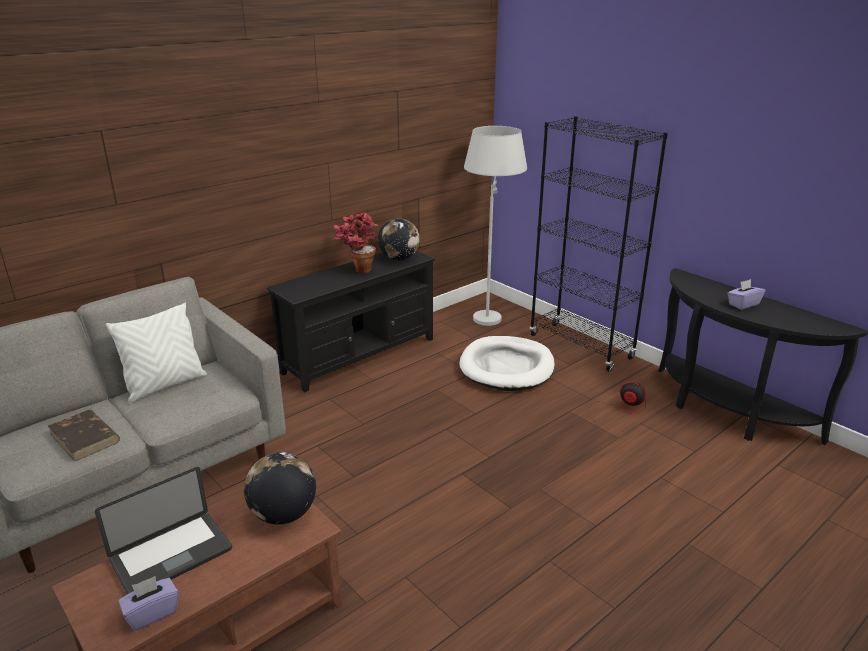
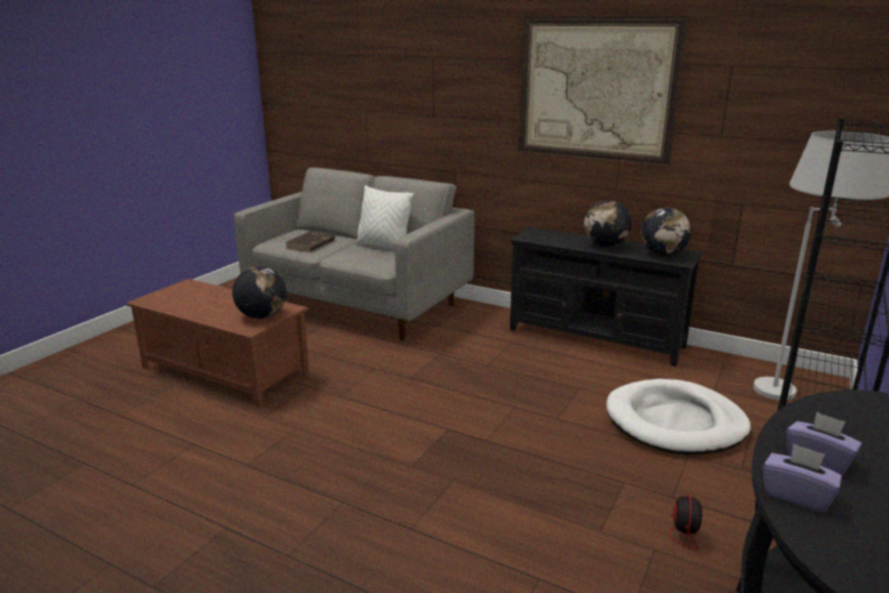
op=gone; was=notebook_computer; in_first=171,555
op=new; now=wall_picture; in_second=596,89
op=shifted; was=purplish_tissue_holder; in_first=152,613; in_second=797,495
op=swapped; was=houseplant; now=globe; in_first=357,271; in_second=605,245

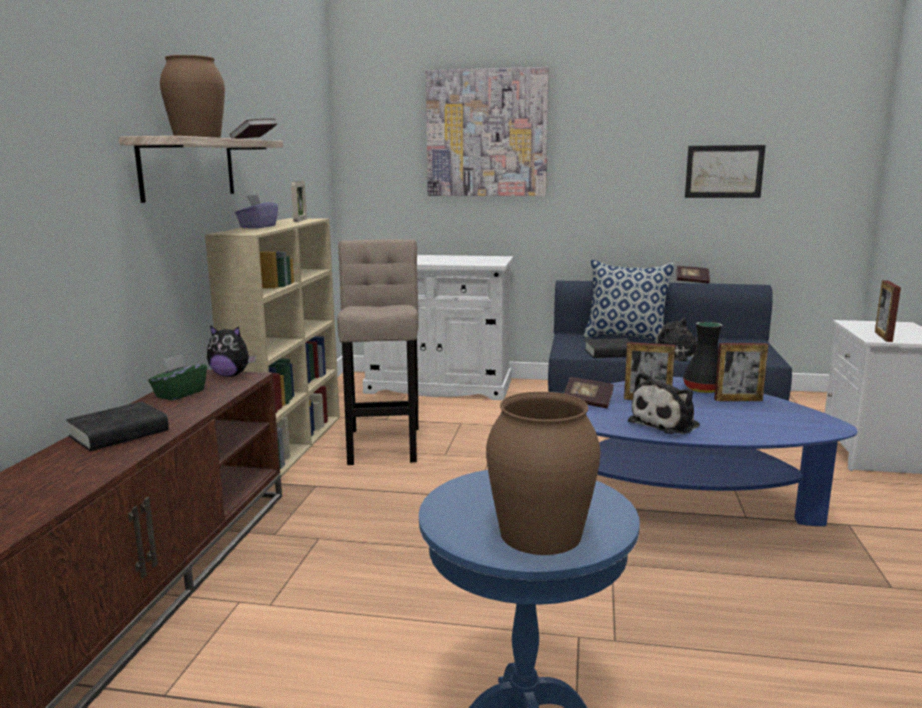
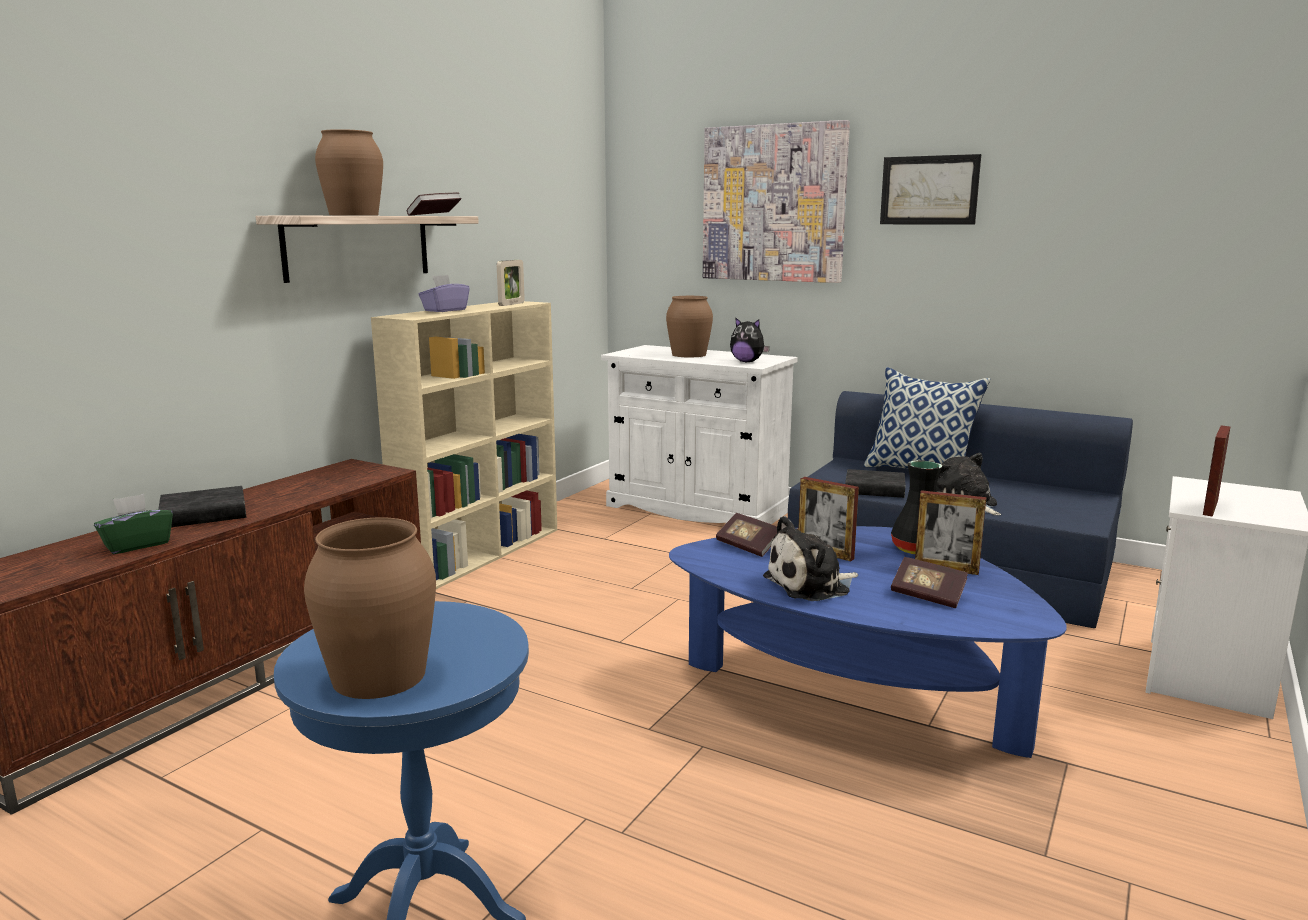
op=gone; was=beige-coloured_sitting_stool; in_first=384,443
op=new; now=brown-coloured_vase; in_second=688,355
op=shifted; was=green_tissue_holder; in_first=180,394; in_second=137,545
op=shifted; was=soft_toy; in_first=231,375; in_second=747,362
op=shifted; was=volume; in_first=692,281; in_second=927,596
op=shifted; was=wall_picture; in_first=724,171; in_second=929,190

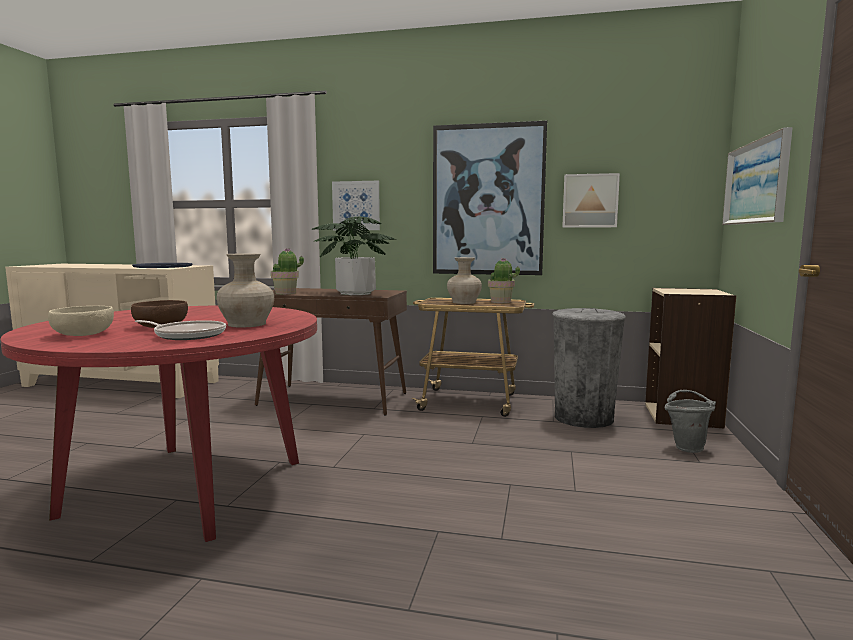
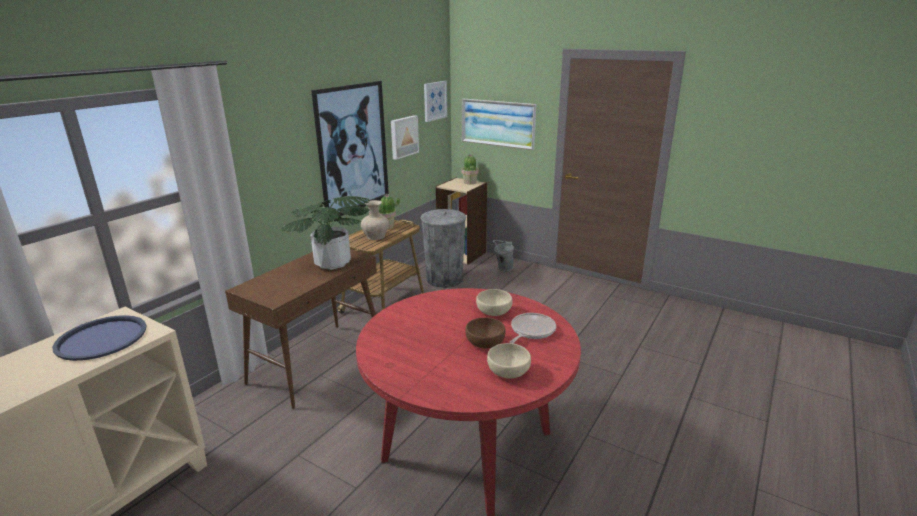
op=shifted; was=houseplant; in_first=286,293; in_second=470,182
op=shifted; was=wall_picture; in_first=356,206; in_second=434,101
op=swapped; was=beige-coloured_vase; now=beige-coloured_bowl; in_first=246,324; in_second=493,311

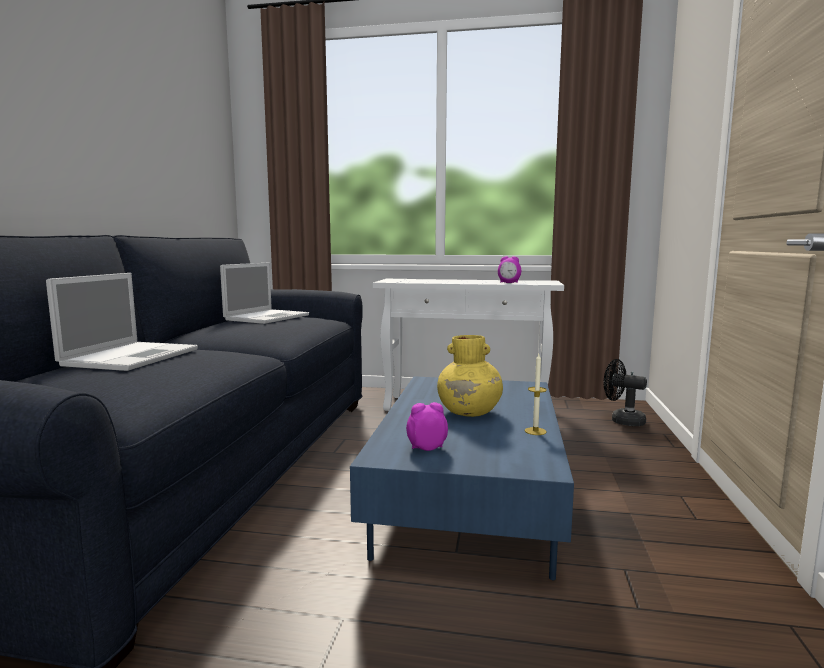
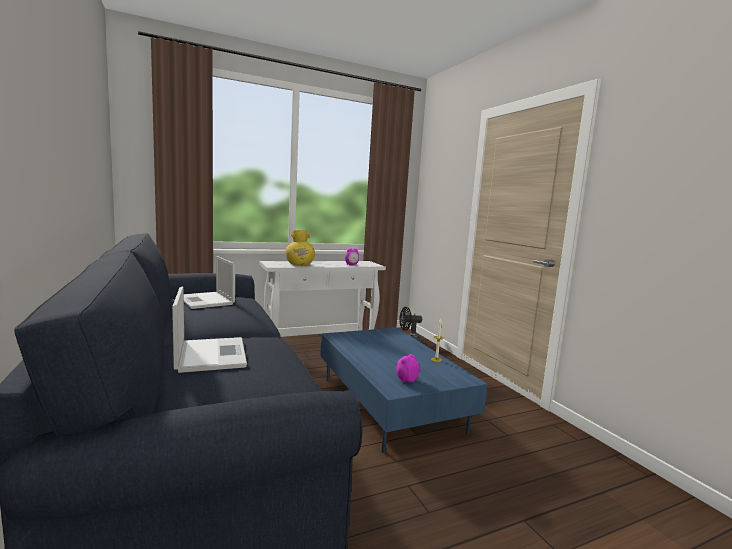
op=shifted; was=yellow-coloured_vase; in_first=469,413; in_second=300,265
op=rotated; was=notebook_computer; in_first=268,317; in_second=206,301; clockwise=150

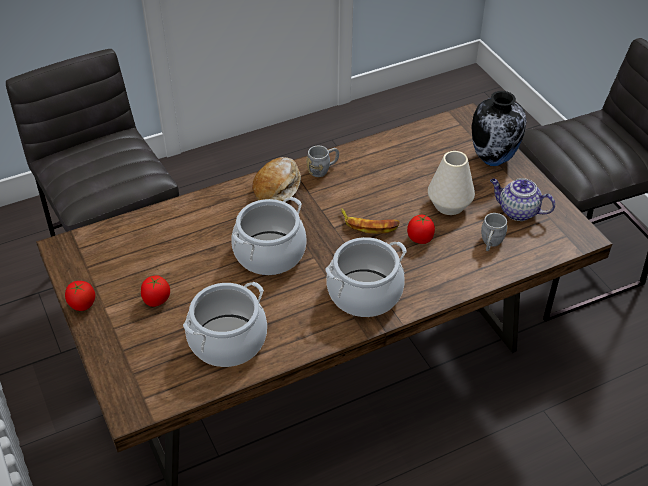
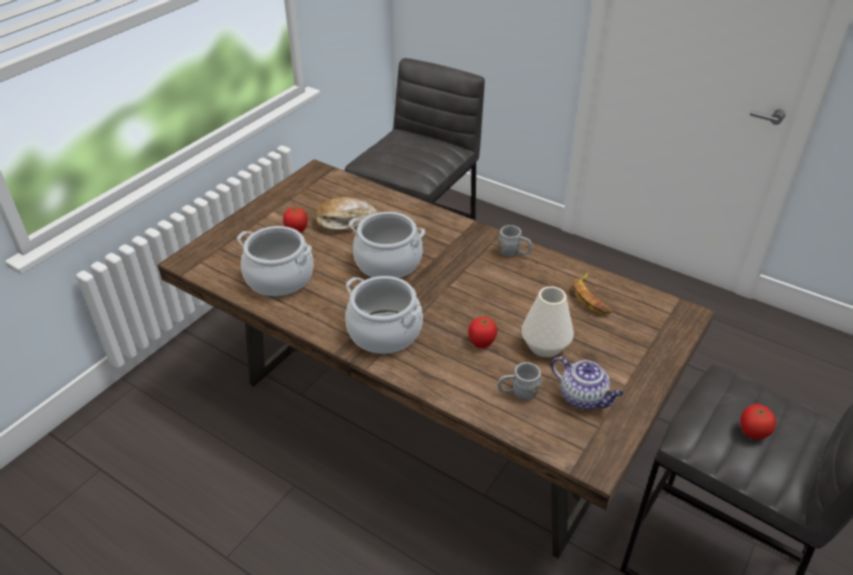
op=gone; was=vase; in_first=493,159
op=shifted; was=tomato; in_first=82,305; in_second=752,432
op=shifted; was=bakery_bread; in_first=277,187; in_second=345,221
op=shifted; was=whole_banana; in_first=369,224; in_second=591,298
op=rotated; was=pot_for_tea; in_first=517,211; in_second=584,398; clockwise=135

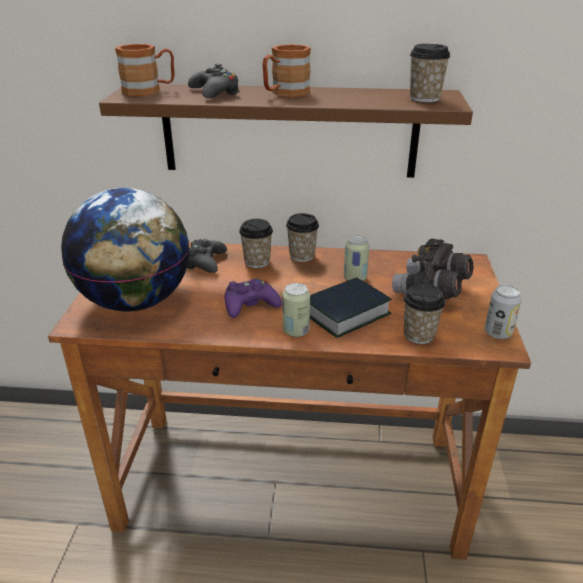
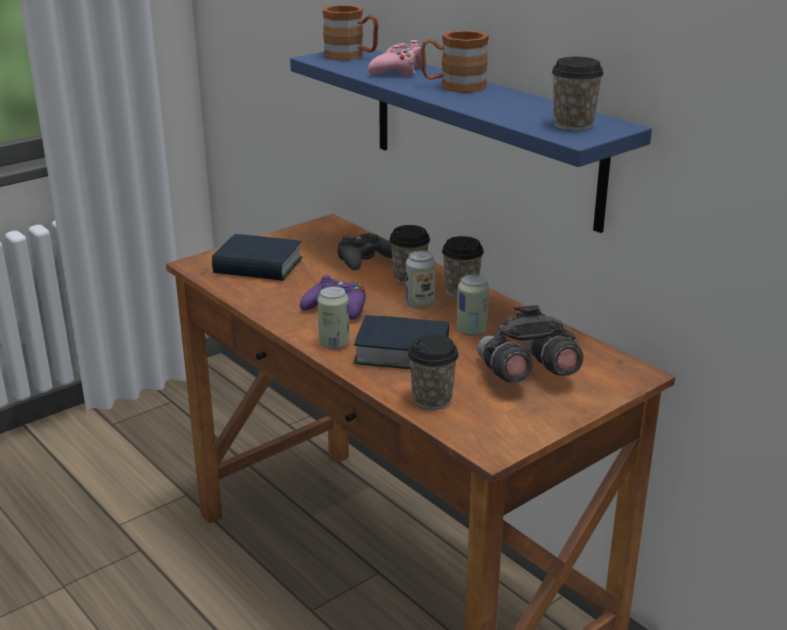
op=shifted; was=sealed_can; in_first=497,333; in_second=420,304
op=swapped; was=globe; now=volume; in_first=135,301; in_second=258,266
op=repainted; was=brown-coloured_wall_shelf; now=blue_wall_shelf; in_first=289,131; in_second=483,134
op=repainted; was=blackish_gamepad; now=pink_gamepad; in_first=215,92; in_second=398,70

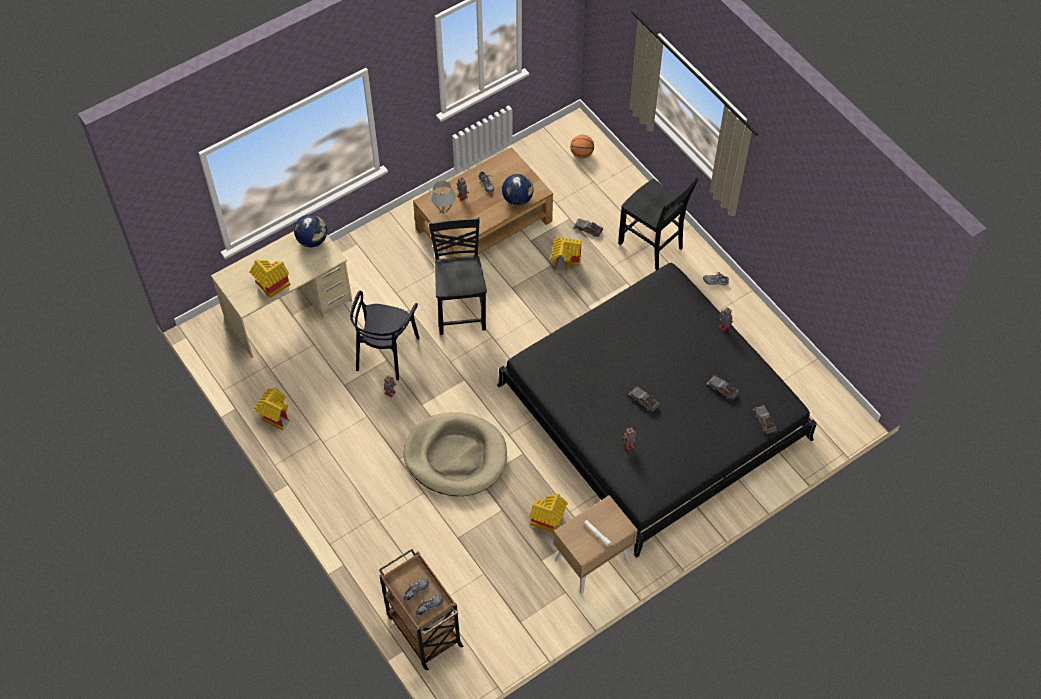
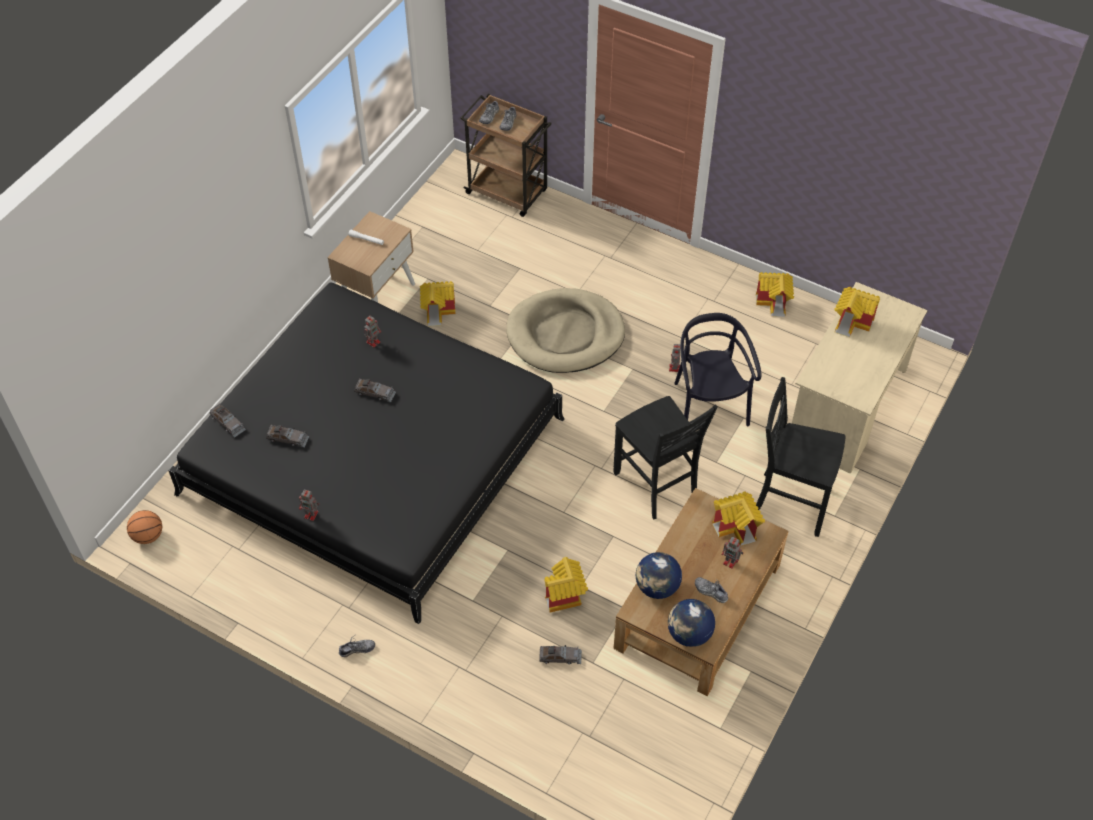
op=shifted; was=globe; in_first=312,240; in_second=689,634
op=shifted; was=ball_for_basketball; in_first=581,154; in_second=148,536
op=shifted; was=blackish_chair; in_first=652,246; in_second=790,502
op=swapped; was=white-coloured_tabletop_lamp; now=model_house; in_first=444,213; in_second=737,528

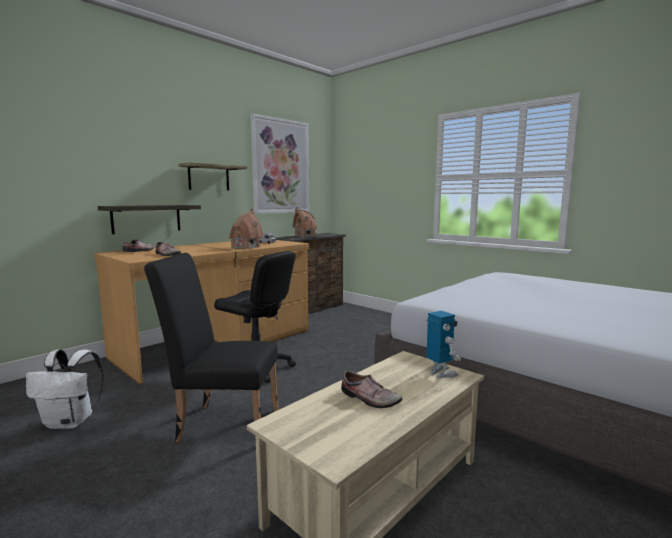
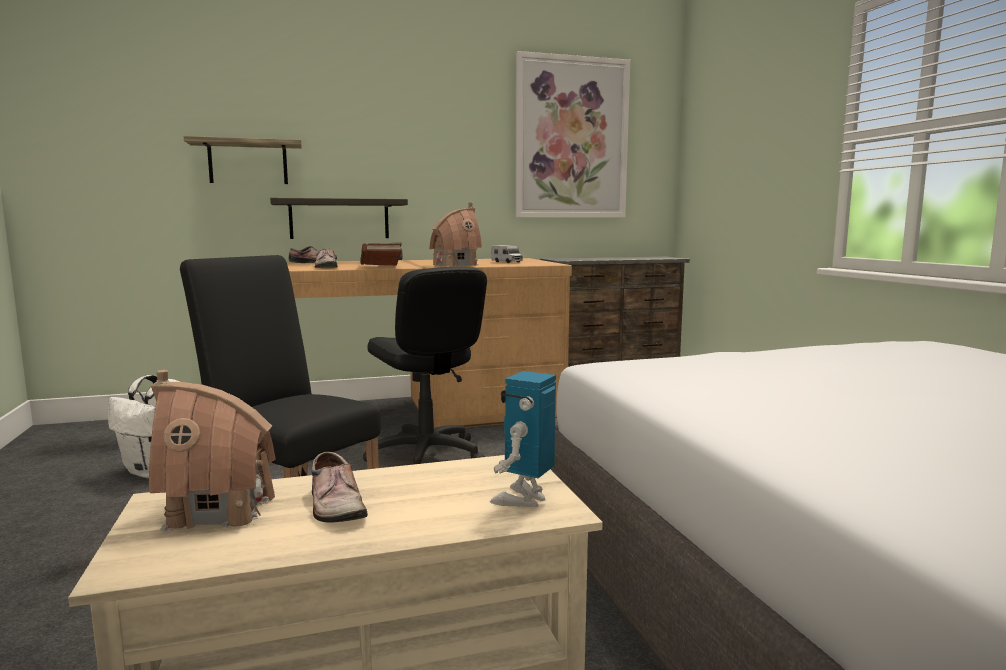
op=new; now=brown-coloured_volume; in_second=382,267
op=shifted; was=wall_shelf; in_first=209,177; in_second=248,163
op=shifted; was=model_house; in_first=305,236; in_second=219,510
op=rotated; was=robot_figure; in_first=441,373; in_second=524,499; clockwise=-150

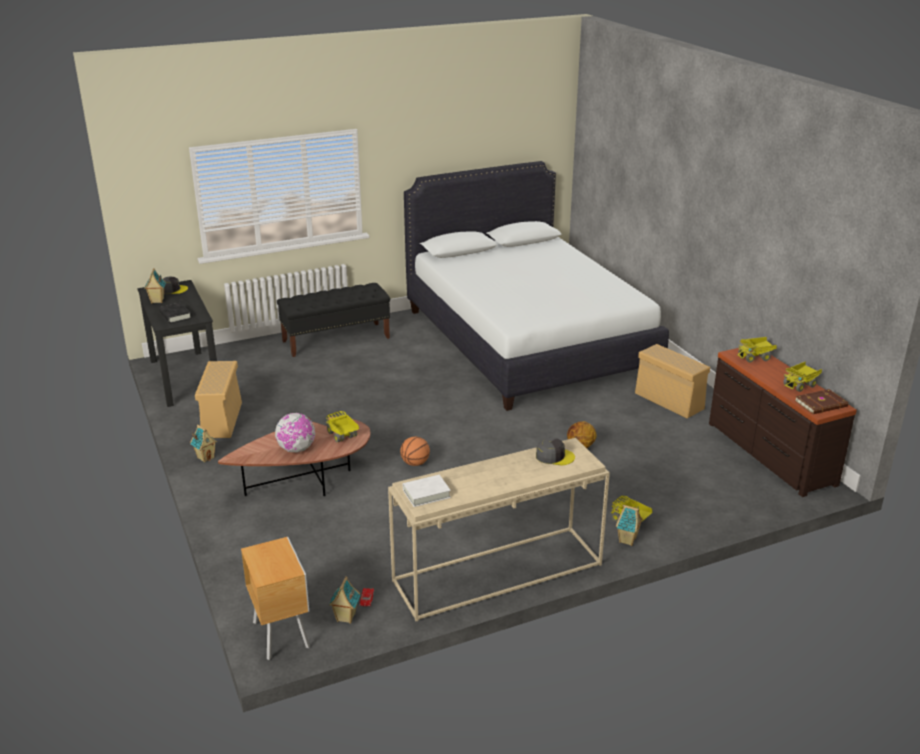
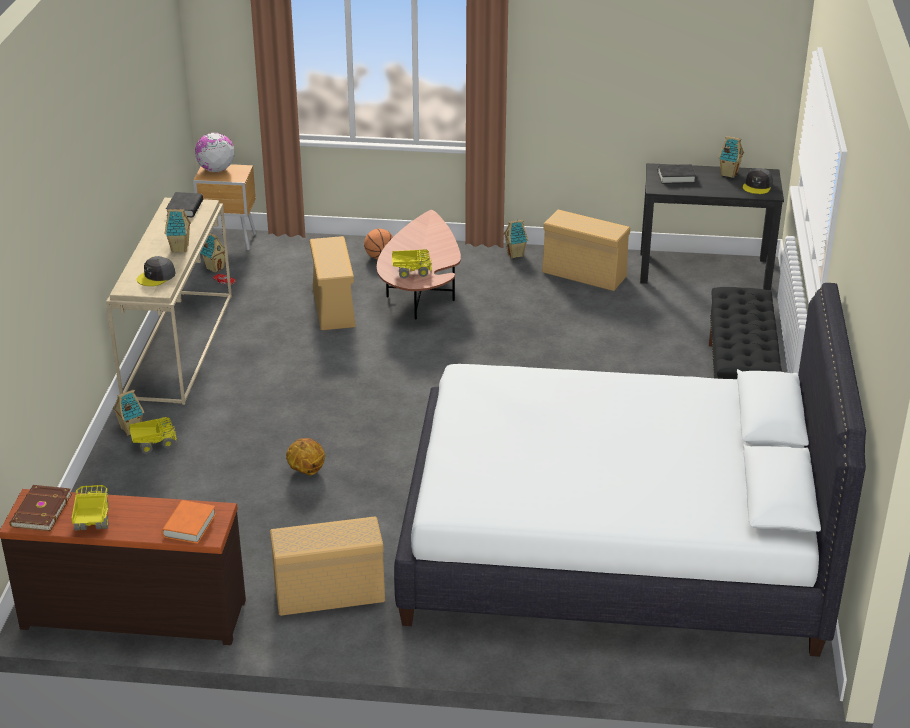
op=new; now=model_house; in_second=180,248
op=new; now=beige-coloured_storage_bin; in_second=334,308
op=shifted; was=globe; in_first=296,449; in_second=216,170
op=shifted; was=ball_for_basketball; in_first=415,463; in_second=379,257
op=swapped; was=toy_lorry; now=orange_volume; in_first=755,357; in_second=189,526
op=repainted; was=white-coloured_volume; now=blackish_volume; in_first=426,494; in_second=185,208

